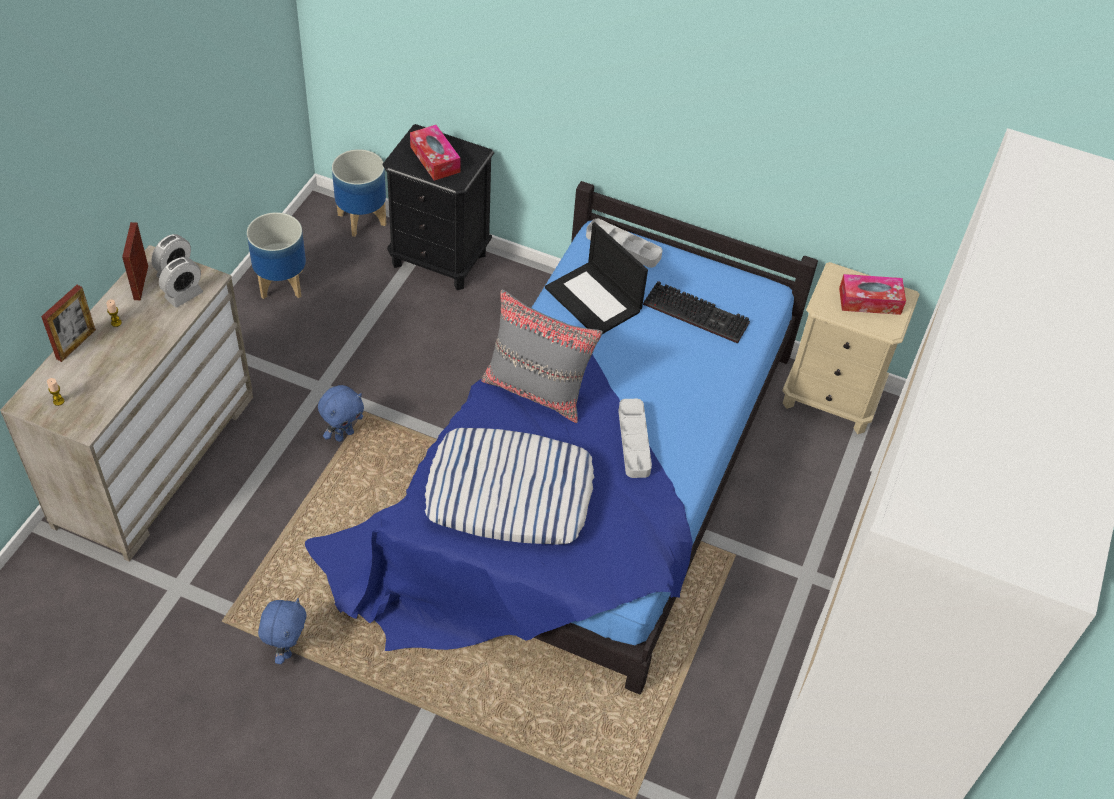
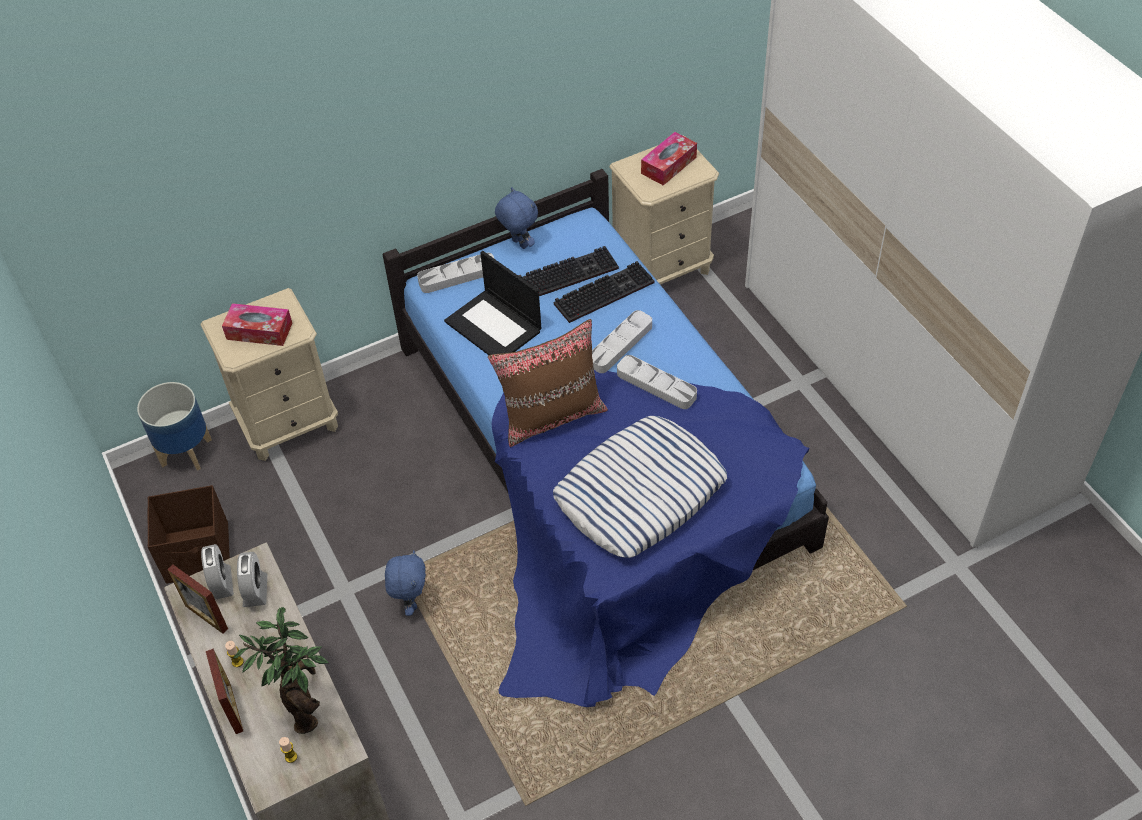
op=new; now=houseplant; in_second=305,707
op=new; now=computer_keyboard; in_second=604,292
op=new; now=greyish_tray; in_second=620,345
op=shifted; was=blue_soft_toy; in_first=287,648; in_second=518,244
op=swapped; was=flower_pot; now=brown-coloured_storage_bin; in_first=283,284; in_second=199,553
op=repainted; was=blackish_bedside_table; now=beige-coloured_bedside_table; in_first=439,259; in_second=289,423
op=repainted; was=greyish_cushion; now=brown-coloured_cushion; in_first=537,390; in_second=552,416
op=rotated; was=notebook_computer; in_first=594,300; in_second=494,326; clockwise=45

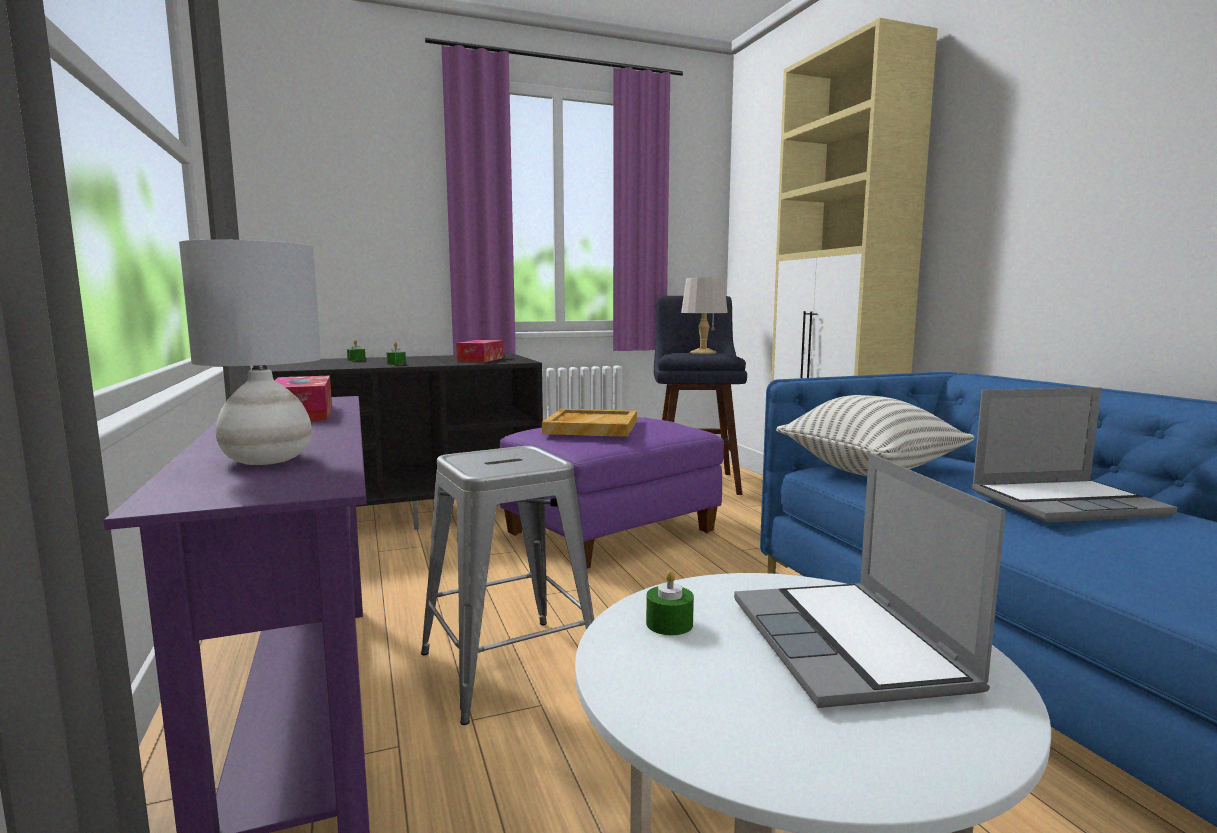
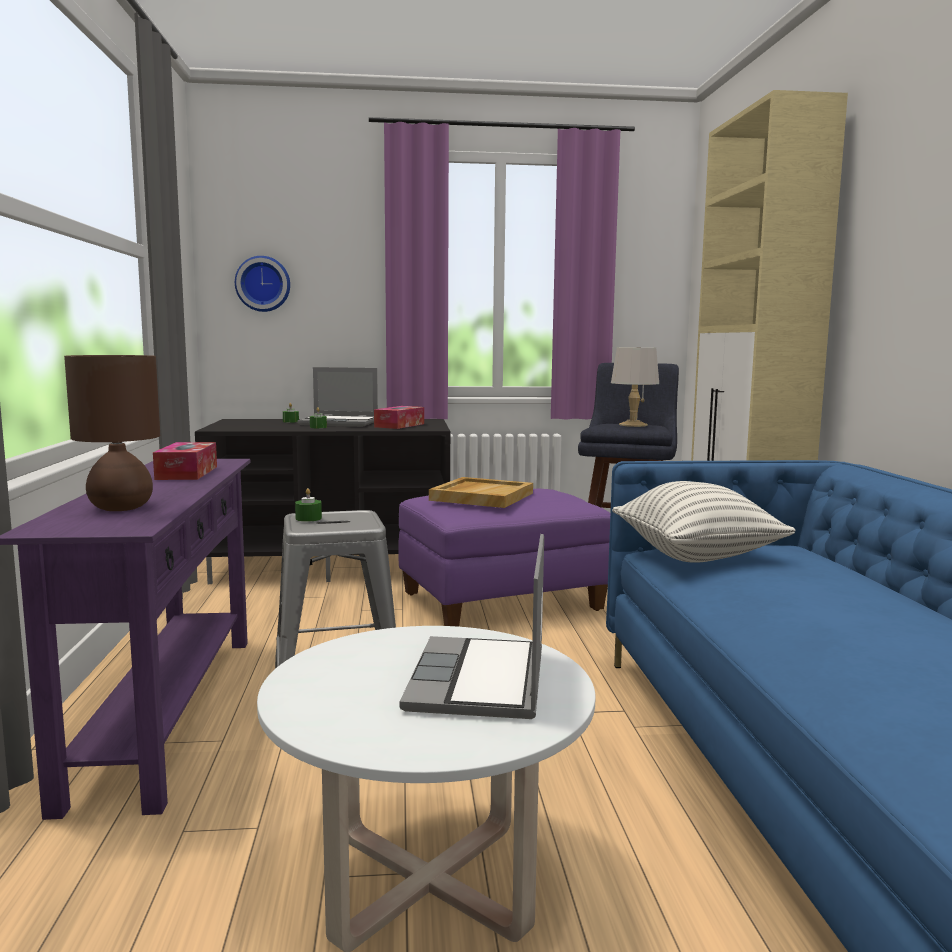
op=new; now=hanging_clock; in_second=263,284
op=shifted; was=green_candle; in_first=669,624; in_second=308,518
op=shifted; was=notebook_computer; in_first=1066,503; in_second=340,423
op=repainted; was=greyish_tabletop_lamp; now=brown-coloured_tabletop_lamp; in_first=266,460; in_second=120,508

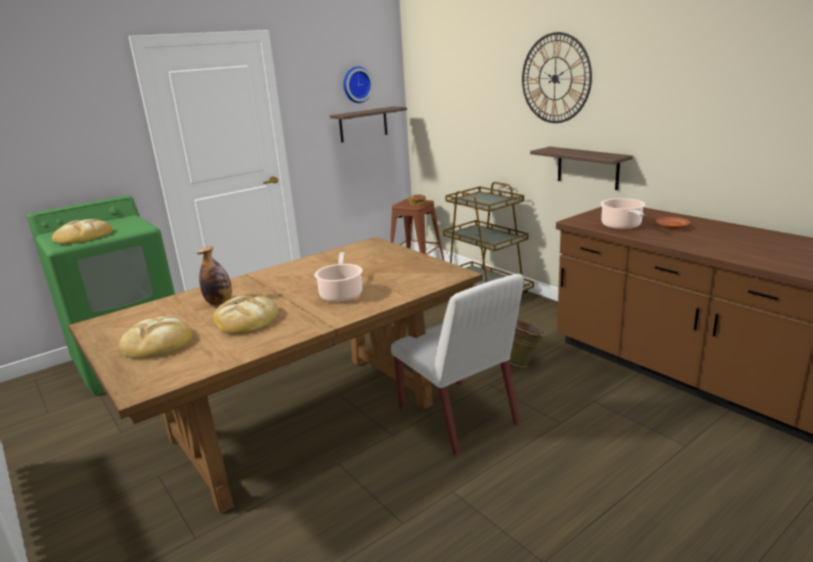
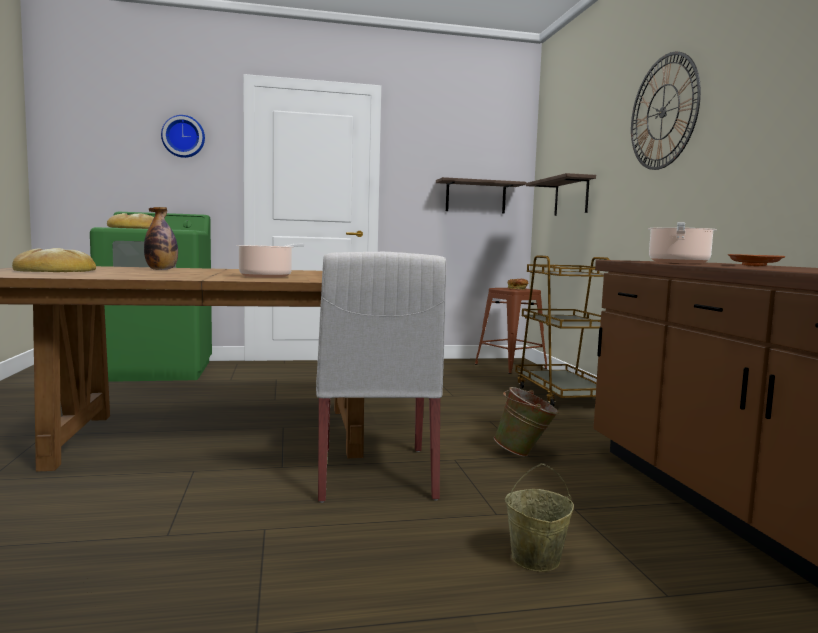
op=gone; was=bakery_bread; in_first=246,319
op=new; now=beige-coloured_bucket; in_second=535,559
op=shifted; was=hanging_clock; in_first=356,84; in_second=183,137
op=shifted; was=wall_shelf; in_first=587,168; in_second=571,197

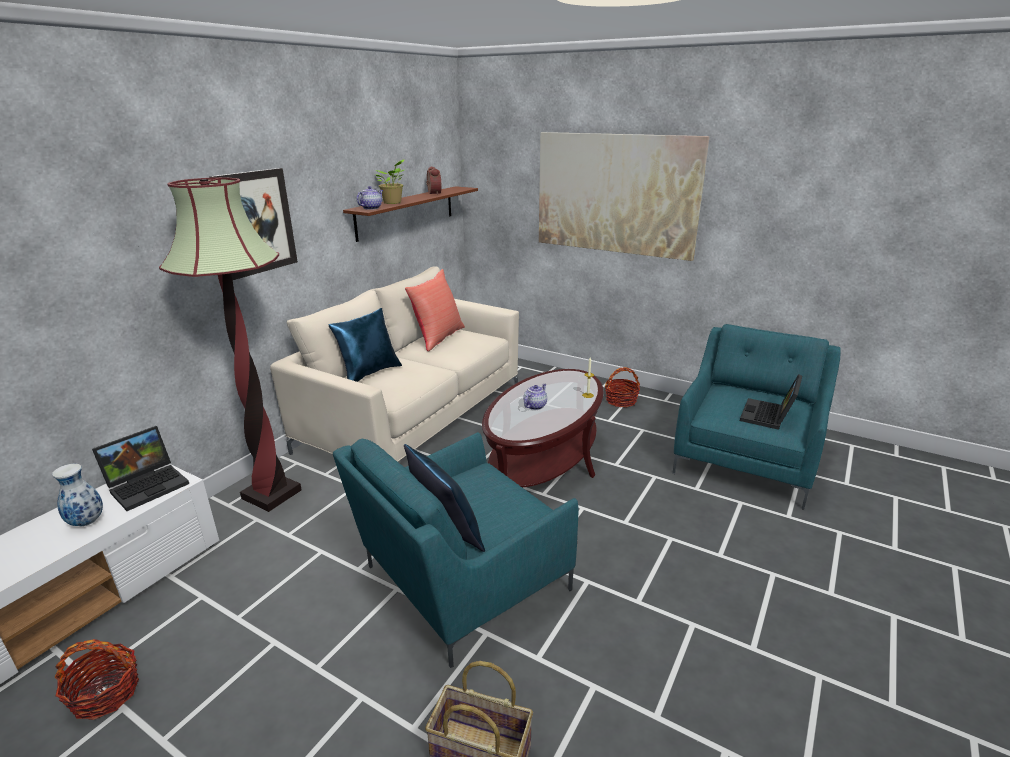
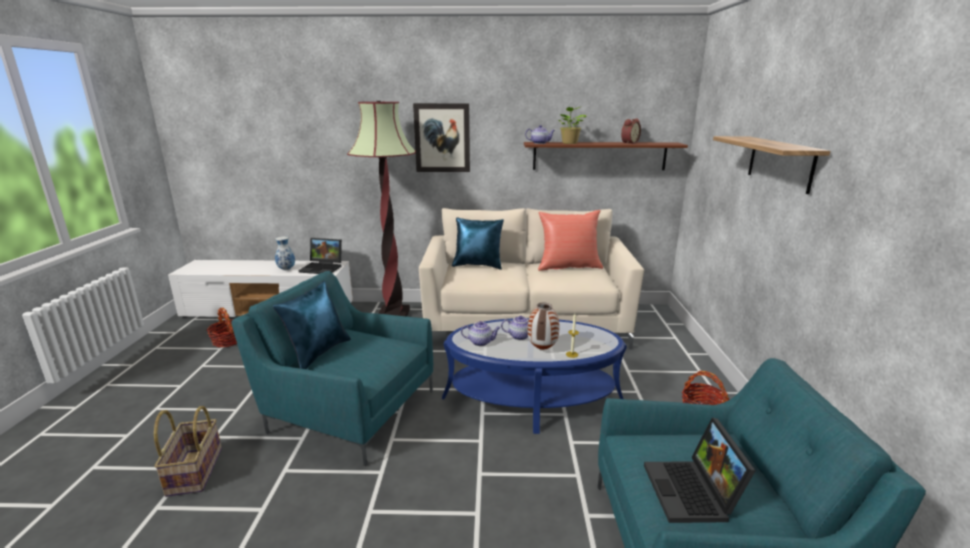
op=new; now=pot_for_tea; in_second=481,342
op=new; now=vase; in_second=542,349
op=swapped; was=wall_picture; now=wall_shelf; in_first=615,194; in_second=780,163
op=repainted; was=brown-coloured_coffee_table; now=blue_coffee_table; in_first=544,460; in_second=532,398
op=rotated; was=notebook_computer; in_first=768,416; in_second=693,493; clockwise=-90

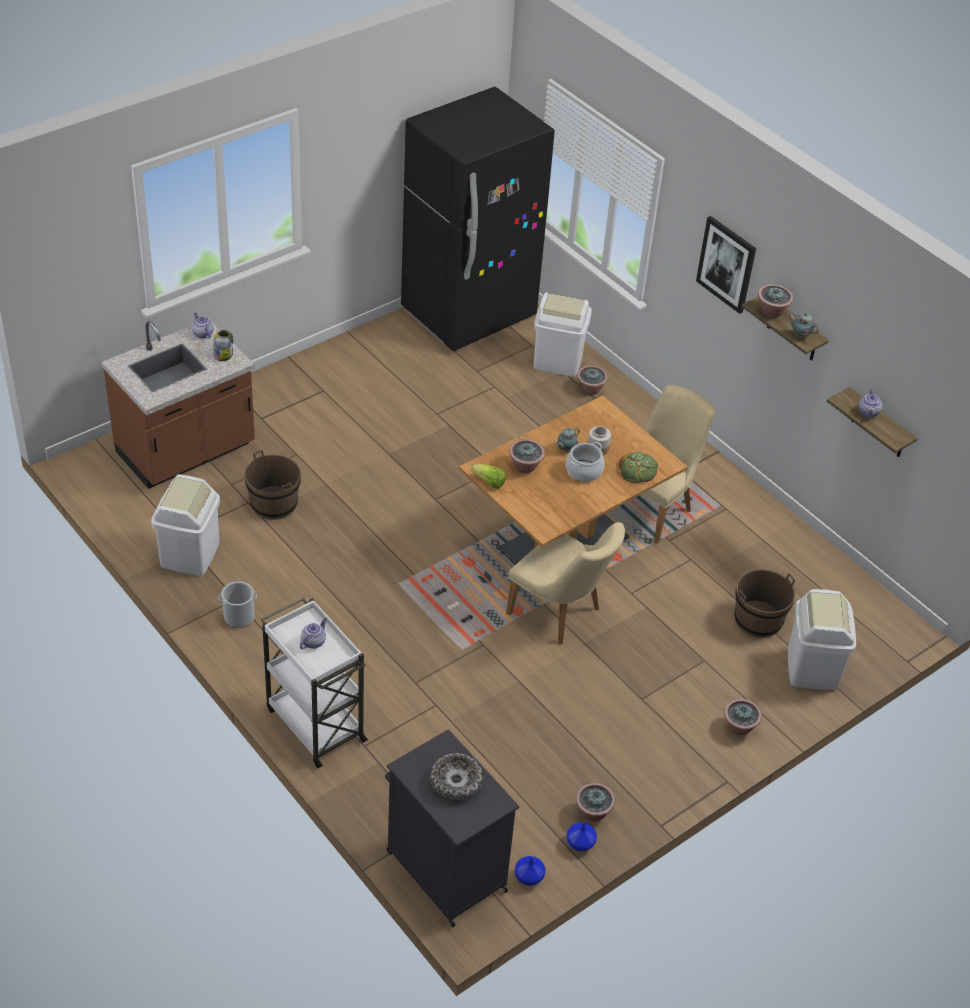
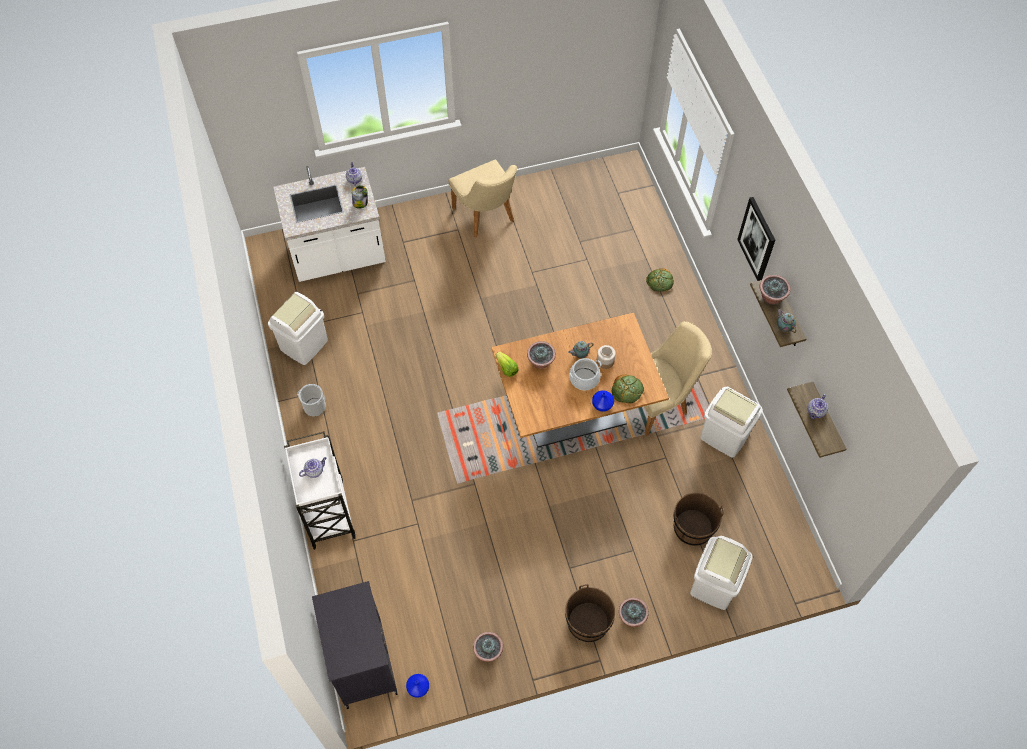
op=gone; was=blackish_kitchen_fridge; in_first=469,314
op=gone; was=bowl; in_first=456,782
op=shifted; was=brown-coloured_bucket; in_first=273,503; in_second=587,622
op=shifted; was=beige-coloured_chair; in_first=561,614; in_second=486,218
op=shifted; was=white-coloured_rubbish_bin; in_first=557,361; in_second=724,436
op=shifted; was=blue_vase; in_first=580,844; in_second=602,405
op=swapped; was=houseplant; now=bakery_bread; in_first=590,390; in_second=660,282
op=repainted; was=brown-coloured_counter; now=white-coloured_counter; in_first=186,452; in_second=338,257

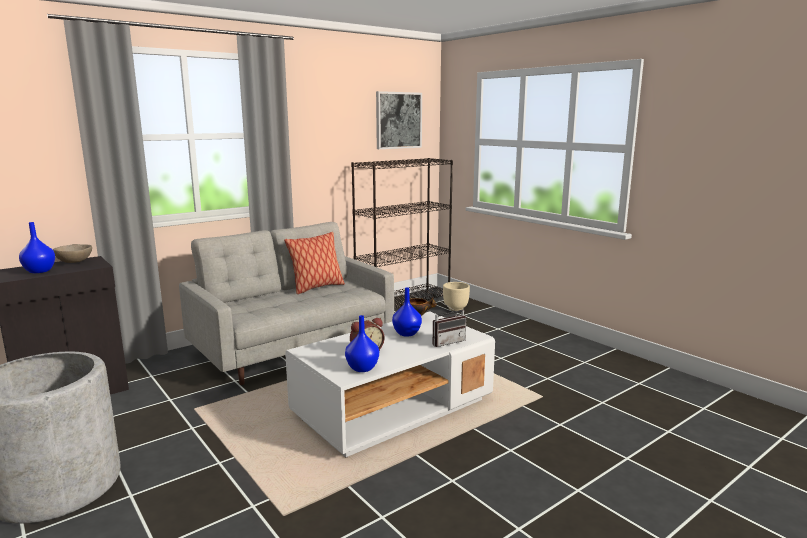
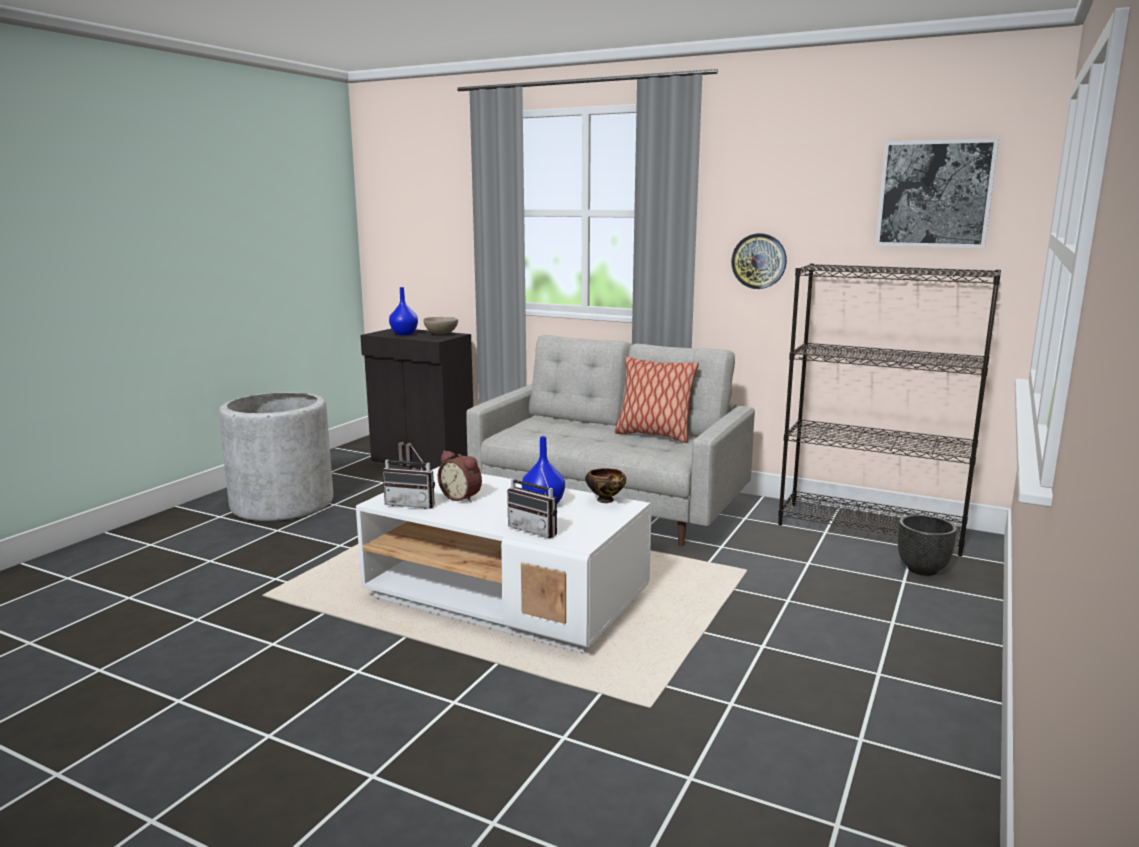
op=new; now=hanging_clock; in_second=759,261
op=swapped; was=blue_vase; now=radio_receiver; in_first=362,368; in_second=413,504
op=repainted; was=beige-coloured_flower_pot; now=blackish_flower_pot; in_first=456,308; in_second=923,570

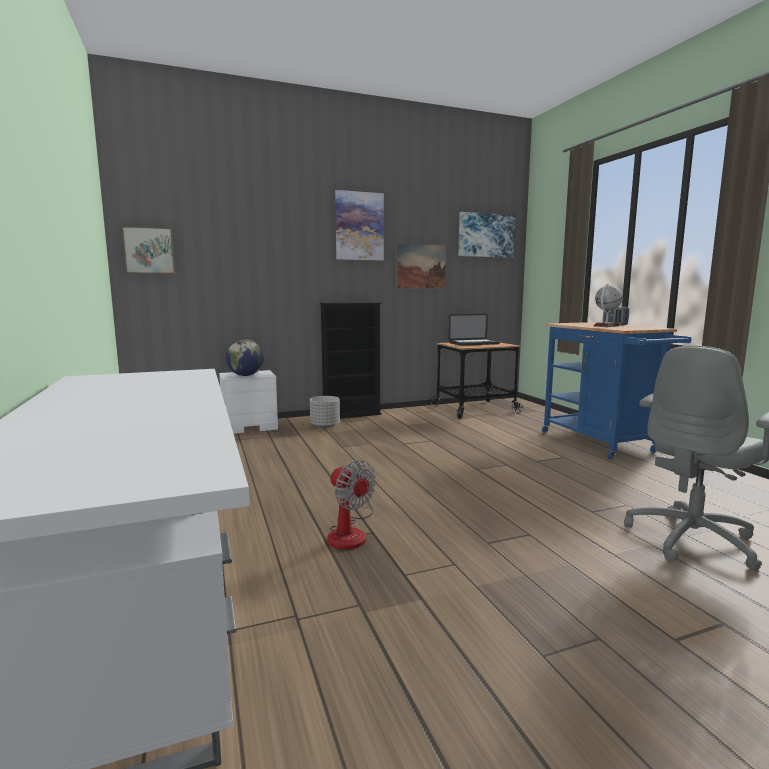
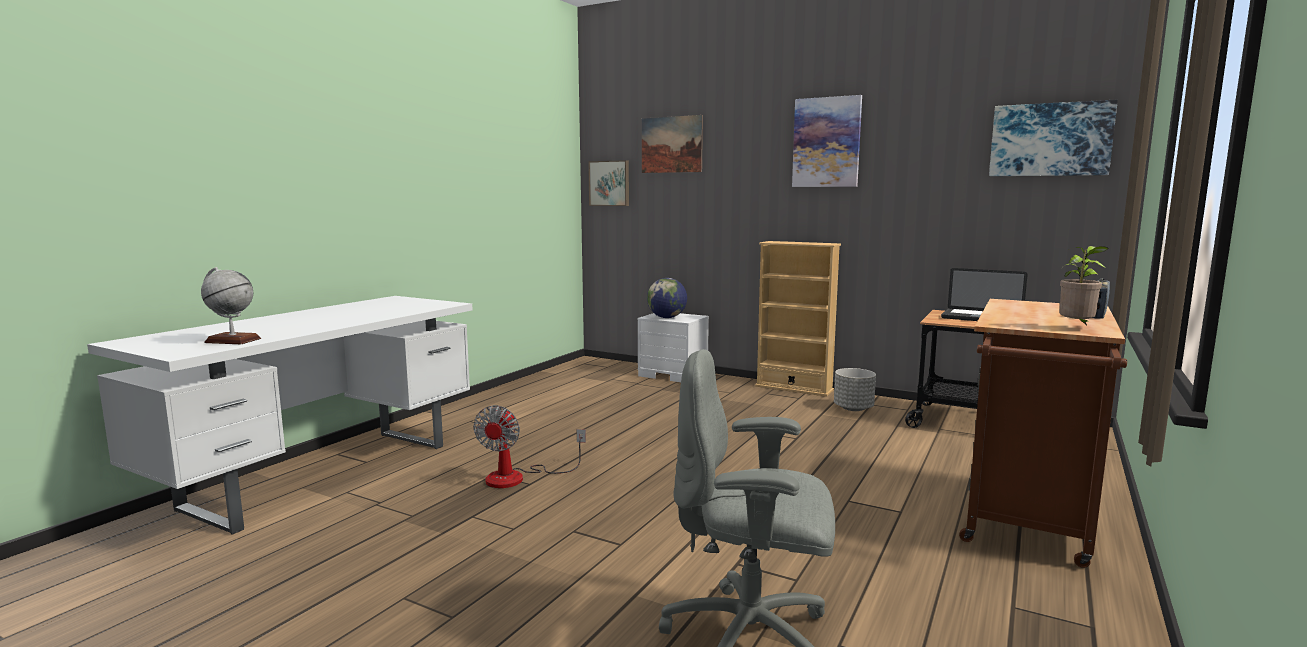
op=new; now=houseplant; in_second=1077,328
op=shifted; was=greyish_flower_pot; in_first=325,426; in_second=853,408
op=shifted; was=wall_picture; in_first=421,266; in_second=671,144
op=shifted; was=globe; in_first=606,326; in_second=232,340
op=repainted; was=blackish_shelving_unit; now=beige-coloured_shelving_unit; in_first=351,415; in_second=794,388
op=repainted; was=blue_cart; now=brown-coloured_cart; in_first=602,443; in_second=1026,523

